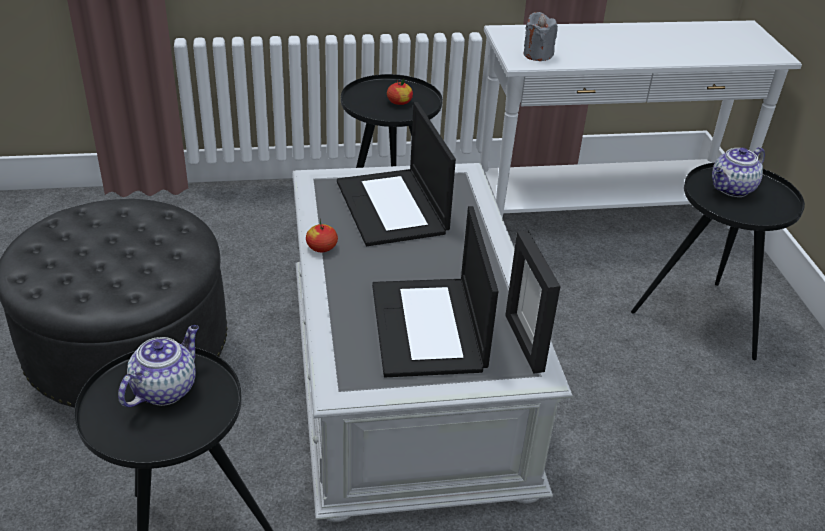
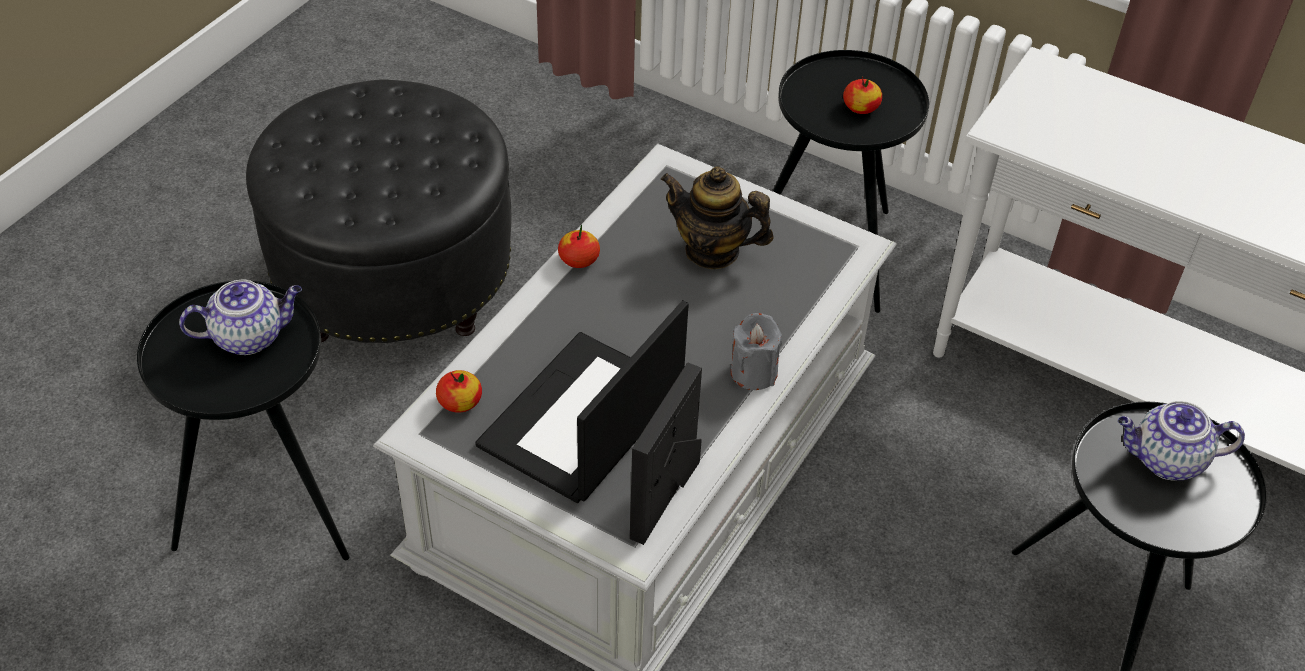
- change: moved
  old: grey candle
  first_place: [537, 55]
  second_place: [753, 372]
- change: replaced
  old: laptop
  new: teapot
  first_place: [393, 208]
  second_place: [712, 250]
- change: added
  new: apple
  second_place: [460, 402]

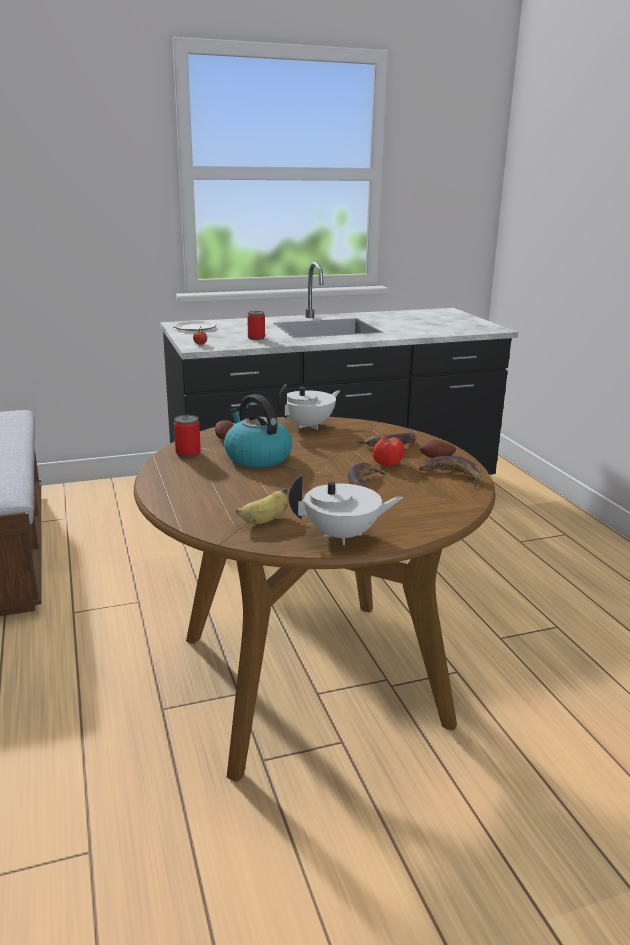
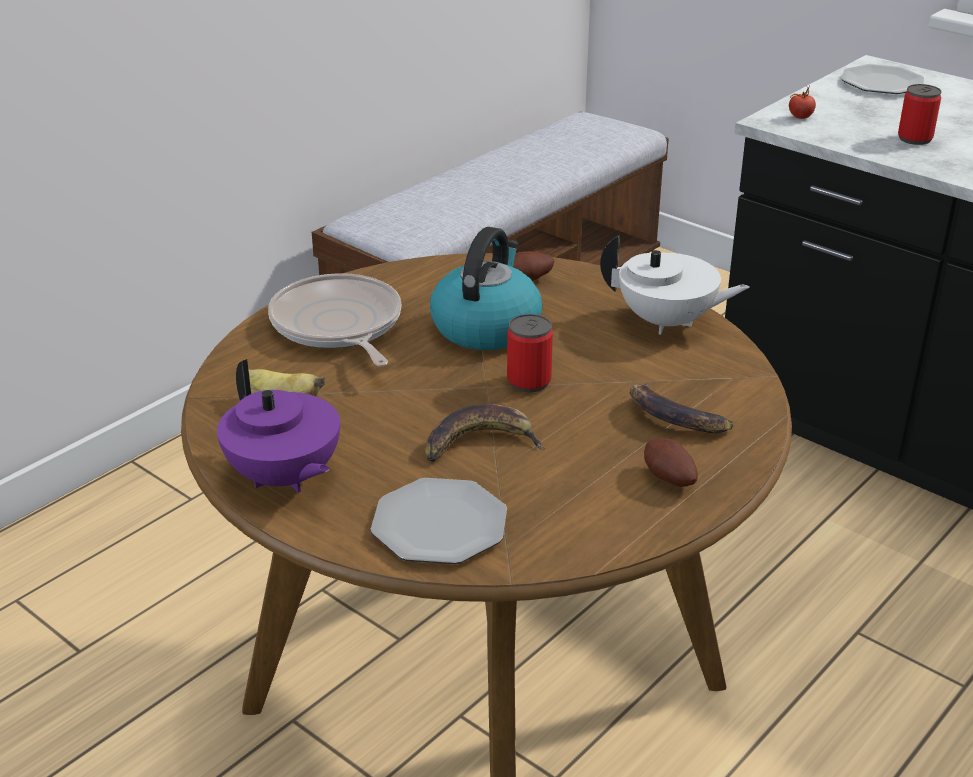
- change: moved
  old: can
  first_place: [188, 453]
  second_place: [529, 381]
- change: removed
  old: tomato
  first_place: [387, 463]
- change: removed
  old: banana
  first_place: [452, 476]
- change: recoloured
  old: white teapot
  new: purple teapot
  first_place: [343, 535]
  second_place: [284, 478]
- change: added
  new: frying pan
  second_place: [338, 326]
- change: added
  new: plate
  second_place: [440, 525]

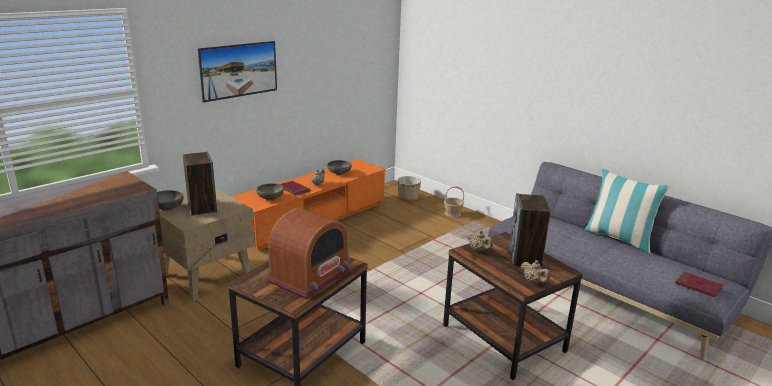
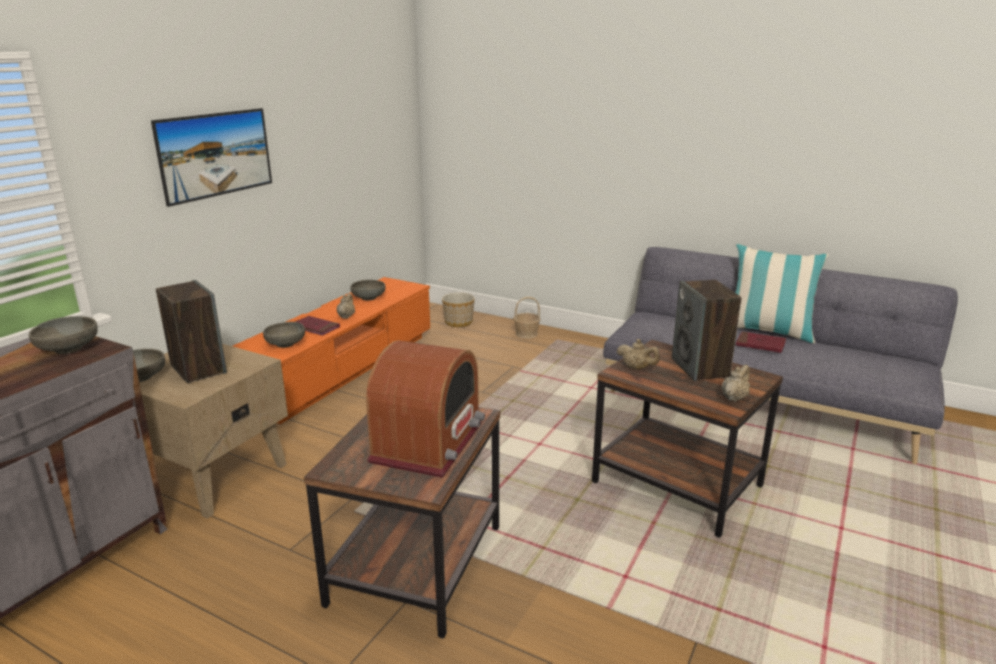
- change: turned
  old: beige teapot
  first_place: [534, 282]
  second_place: [734, 398]
  degrees: -90
- change: moved
  old: red book
  first_place: [698, 286]
  second_place: [760, 344]
- change: added
  new: grey bowl
  second_place: [68, 348]

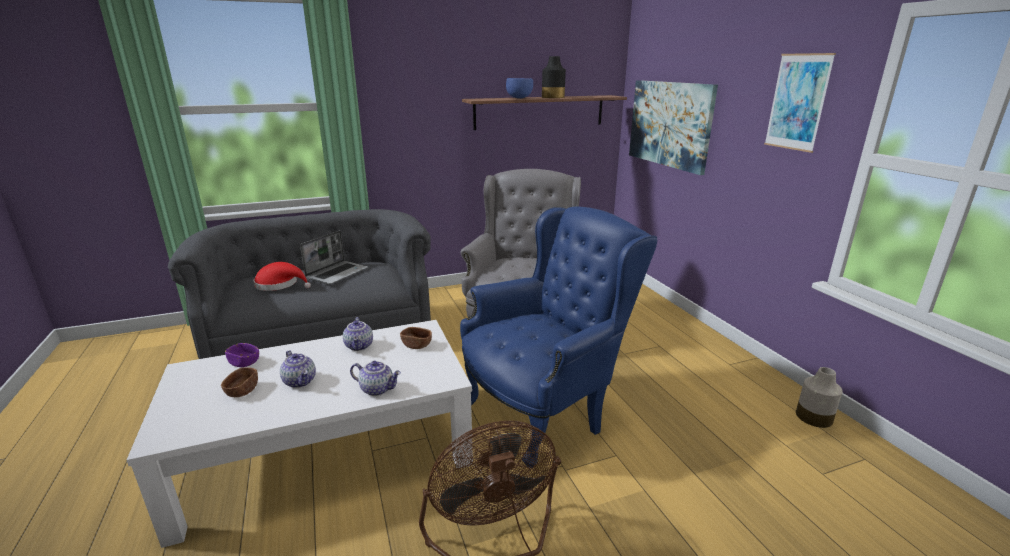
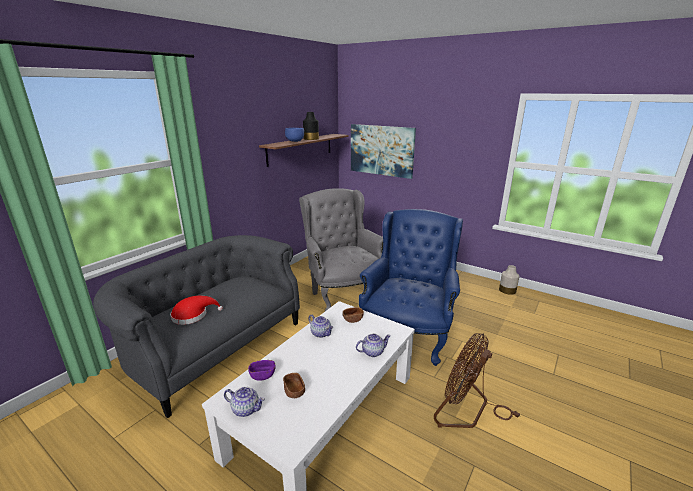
- change: removed
  old: picture
  first_place: [797, 102]
- change: removed
  old: laptop
  first_place: [337, 273]
- change: moved
  old: teapot
  first_place: [300, 381]
  second_place: [246, 409]

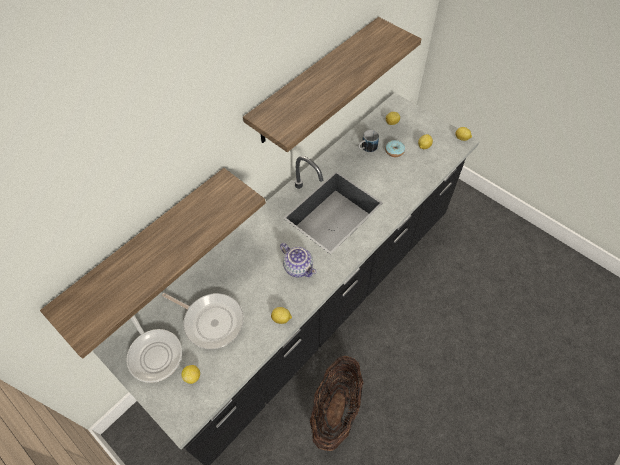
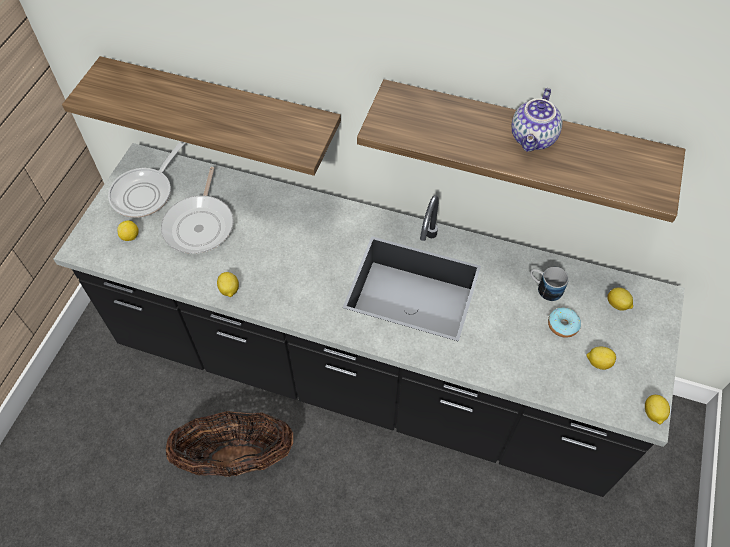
- change: moved
  old: teapot
  first_place: [299, 267]
  second_place: [534, 139]

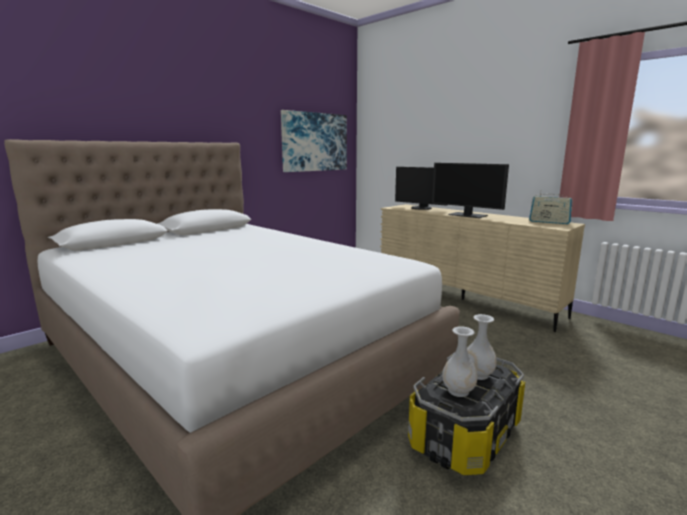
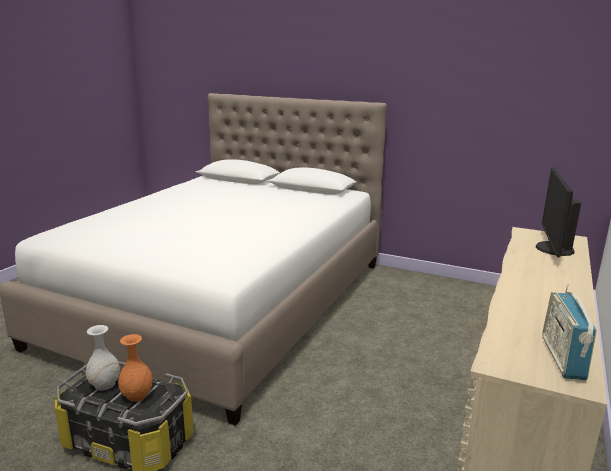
- change: removed
  old: picture
  first_place: [315, 142]
- change: removed
  old: monitor
  first_place: [468, 215]
- change: recoloured
  old: white vase
  new: orange vase
  first_place: [478, 374]
  second_place: [137, 395]

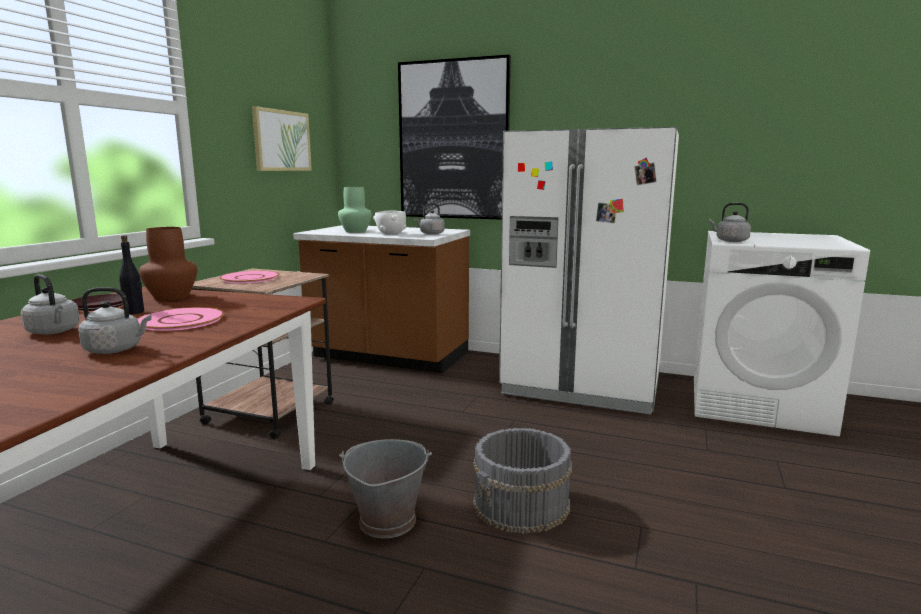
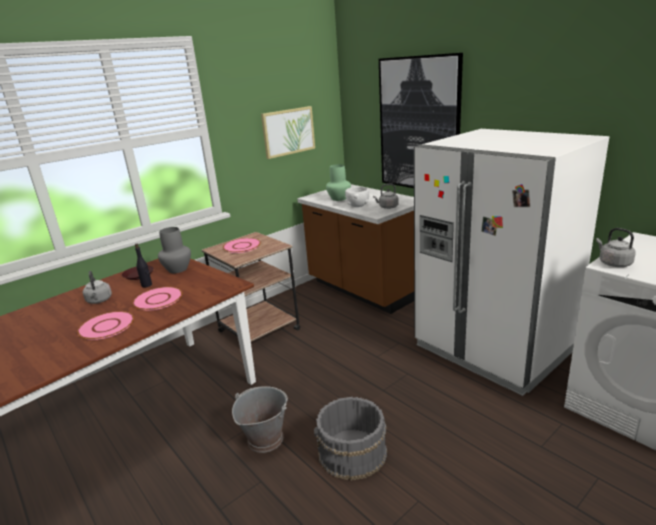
- change: recoloured
  old: brown vase
  new: grey vase
  first_place: [171, 297]
  second_place: [177, 269]
- change: replaced
  old: grey kettle
  new: pink plate
  first_place: [116, 350]
  second_place: [107, 326]

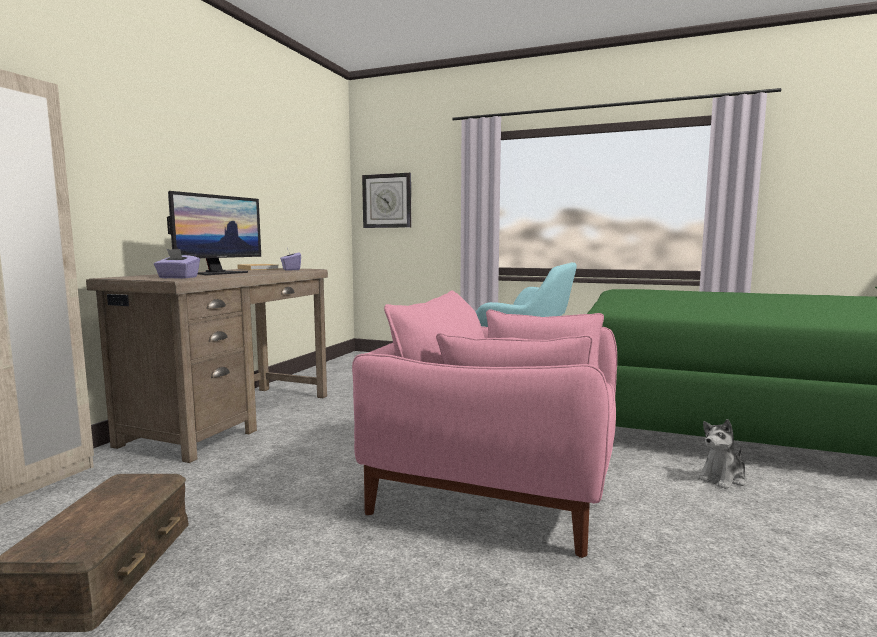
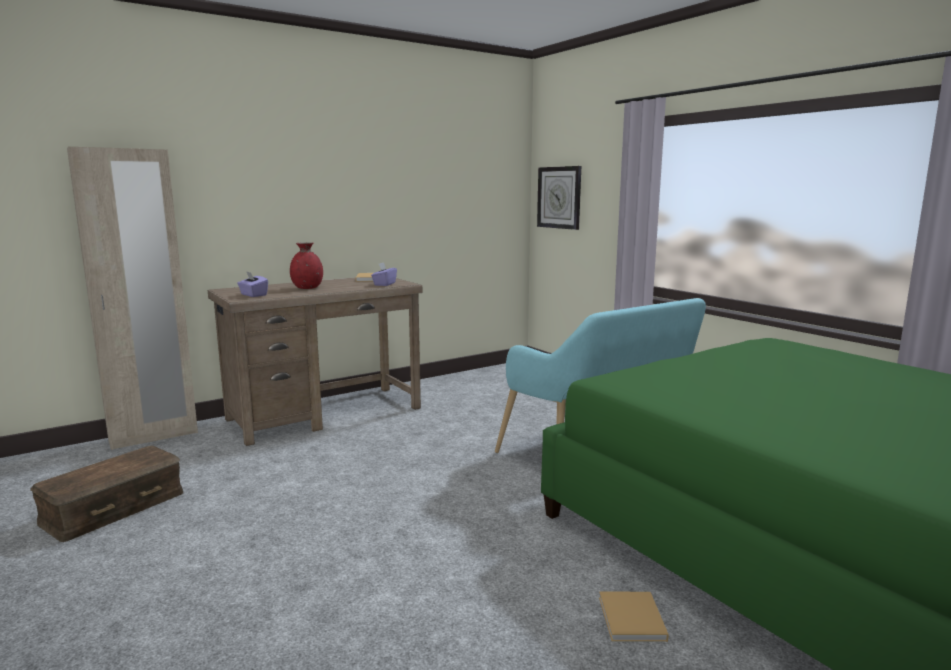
- change: replaced
  old: monitor
  new: red vase
  first_place: [219, 273]
  second_place: [307, 288]
- change: removed
  old: pink armchair
  first_place: [496, 483]
- change: replaced
  old: plush toy
  new: beige book
  first_place: [723, 478]
  second_place: [632, 620]

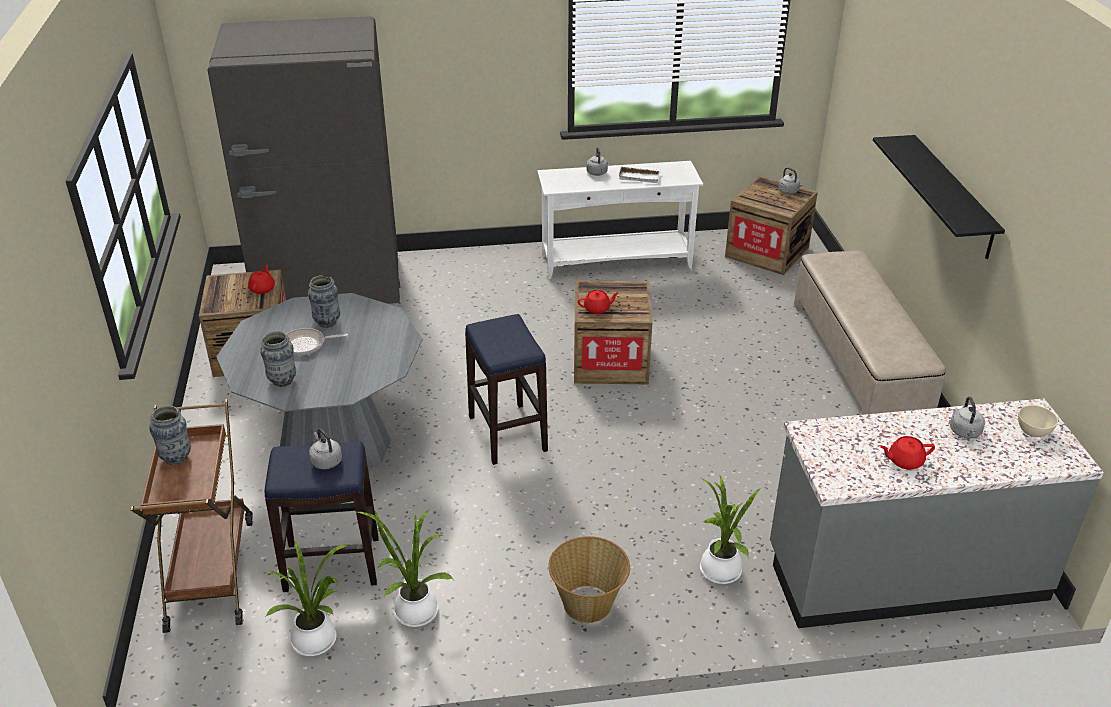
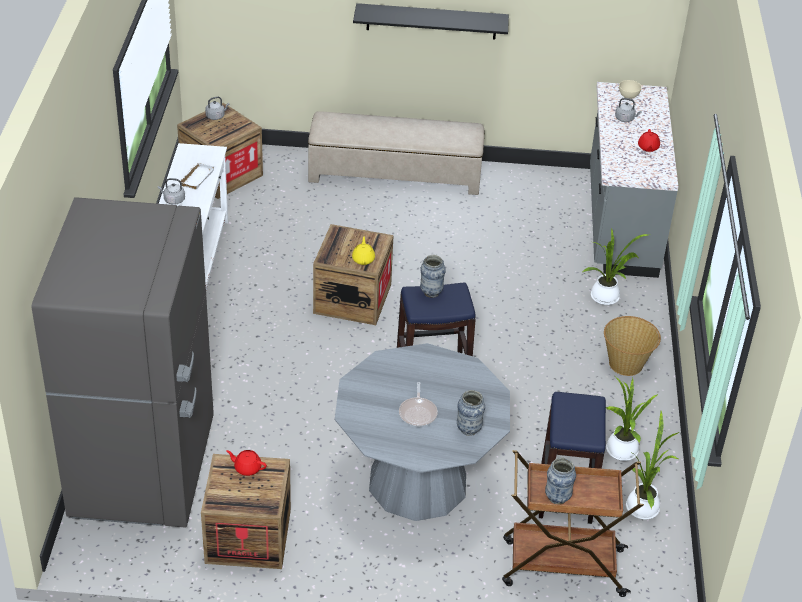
- change: moved
  old: vase
  first_place: [327, 322]
  second_place: [431, 292]
- change: recoloured
  old: red teapot
  new: yellow teapot
  first_place: [597, 309]
  second_place: [363, 259]
- change: removed
  old: grey kettle
  first_place: [326, 461]

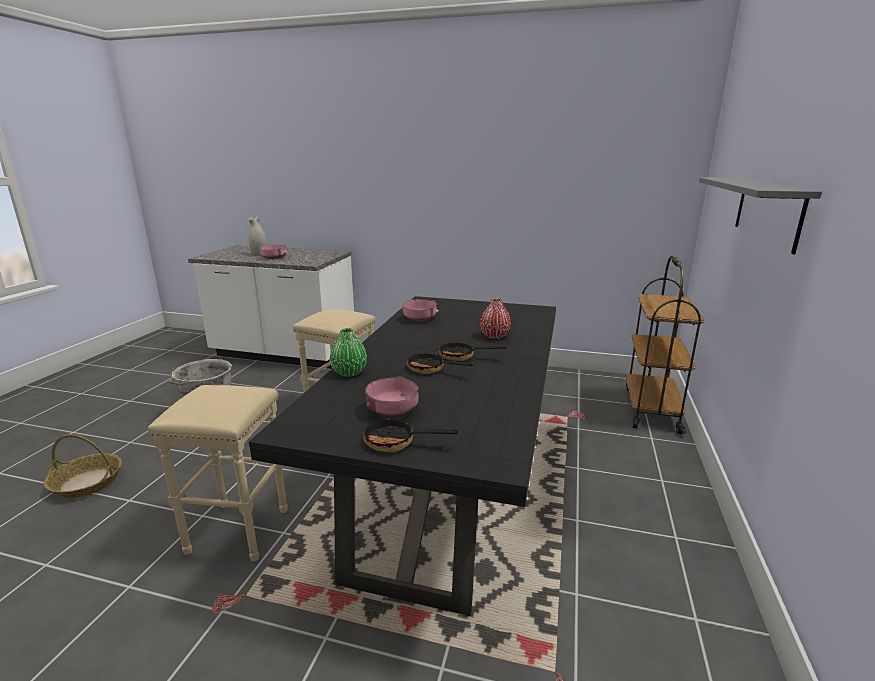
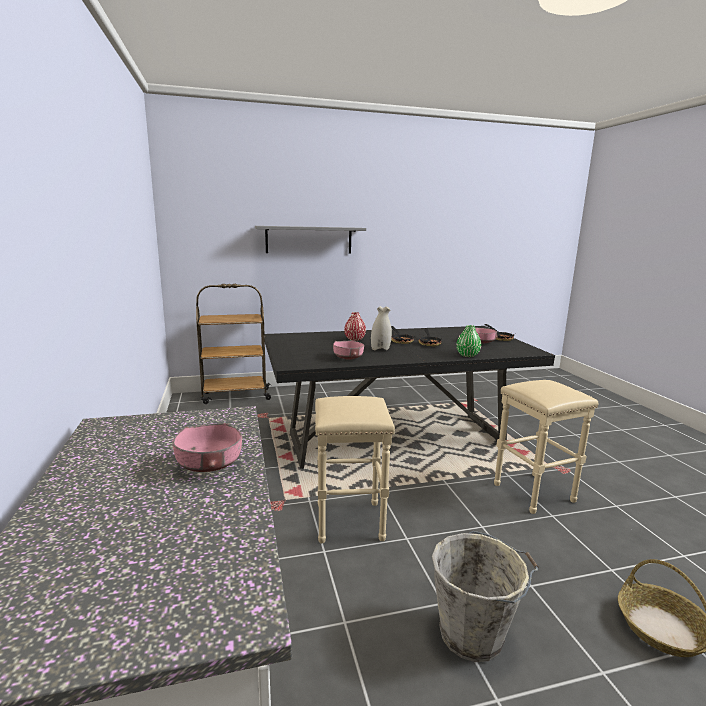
- change: moved
  old: white vase
  first_place: [259, 254]
  second_place: [380, 349]

